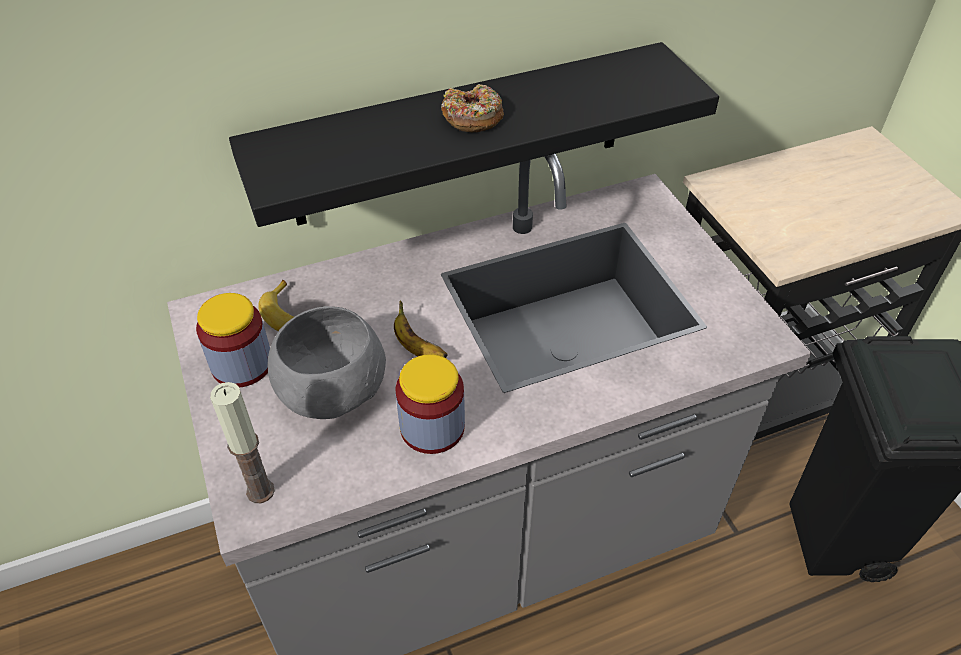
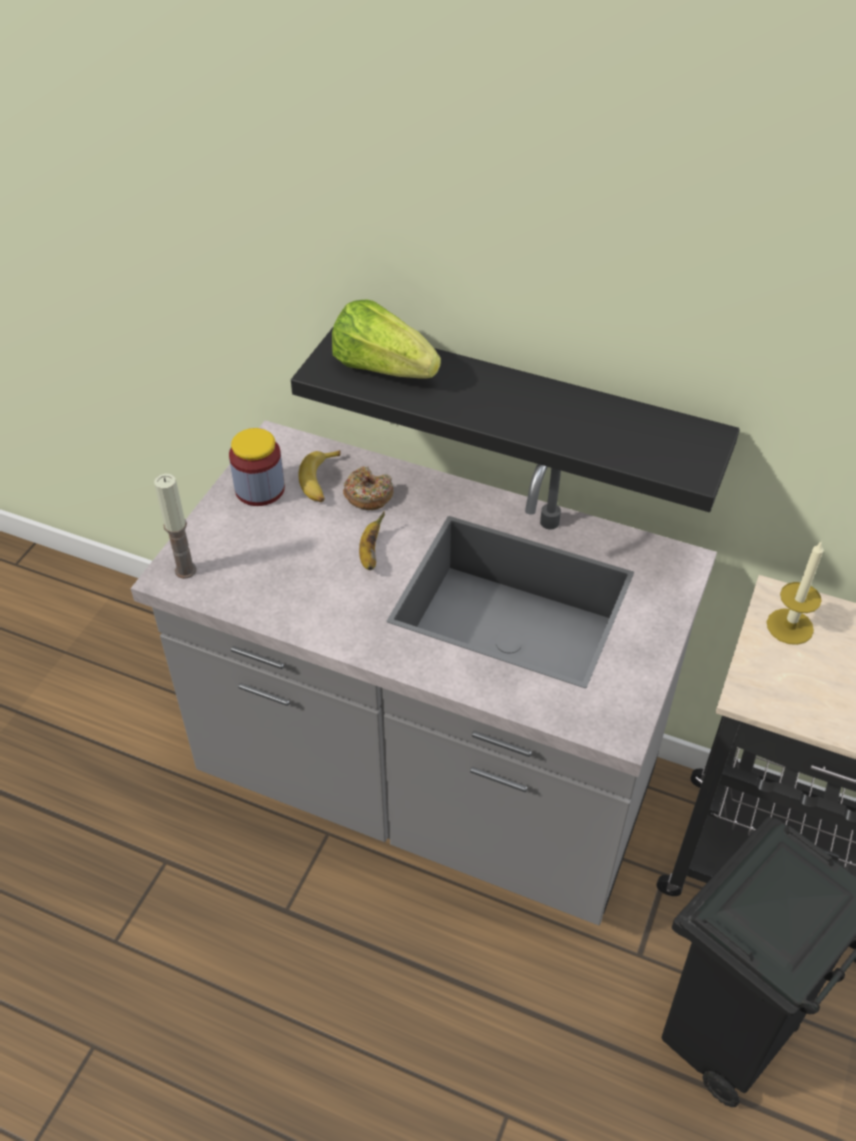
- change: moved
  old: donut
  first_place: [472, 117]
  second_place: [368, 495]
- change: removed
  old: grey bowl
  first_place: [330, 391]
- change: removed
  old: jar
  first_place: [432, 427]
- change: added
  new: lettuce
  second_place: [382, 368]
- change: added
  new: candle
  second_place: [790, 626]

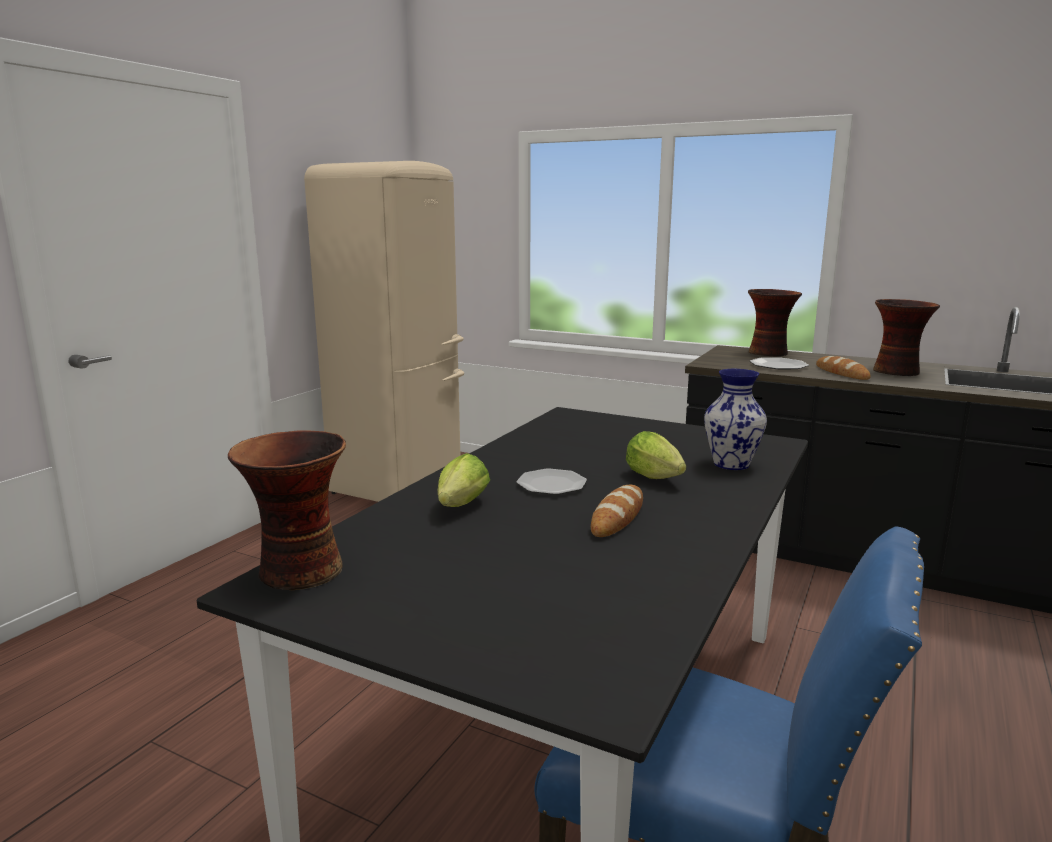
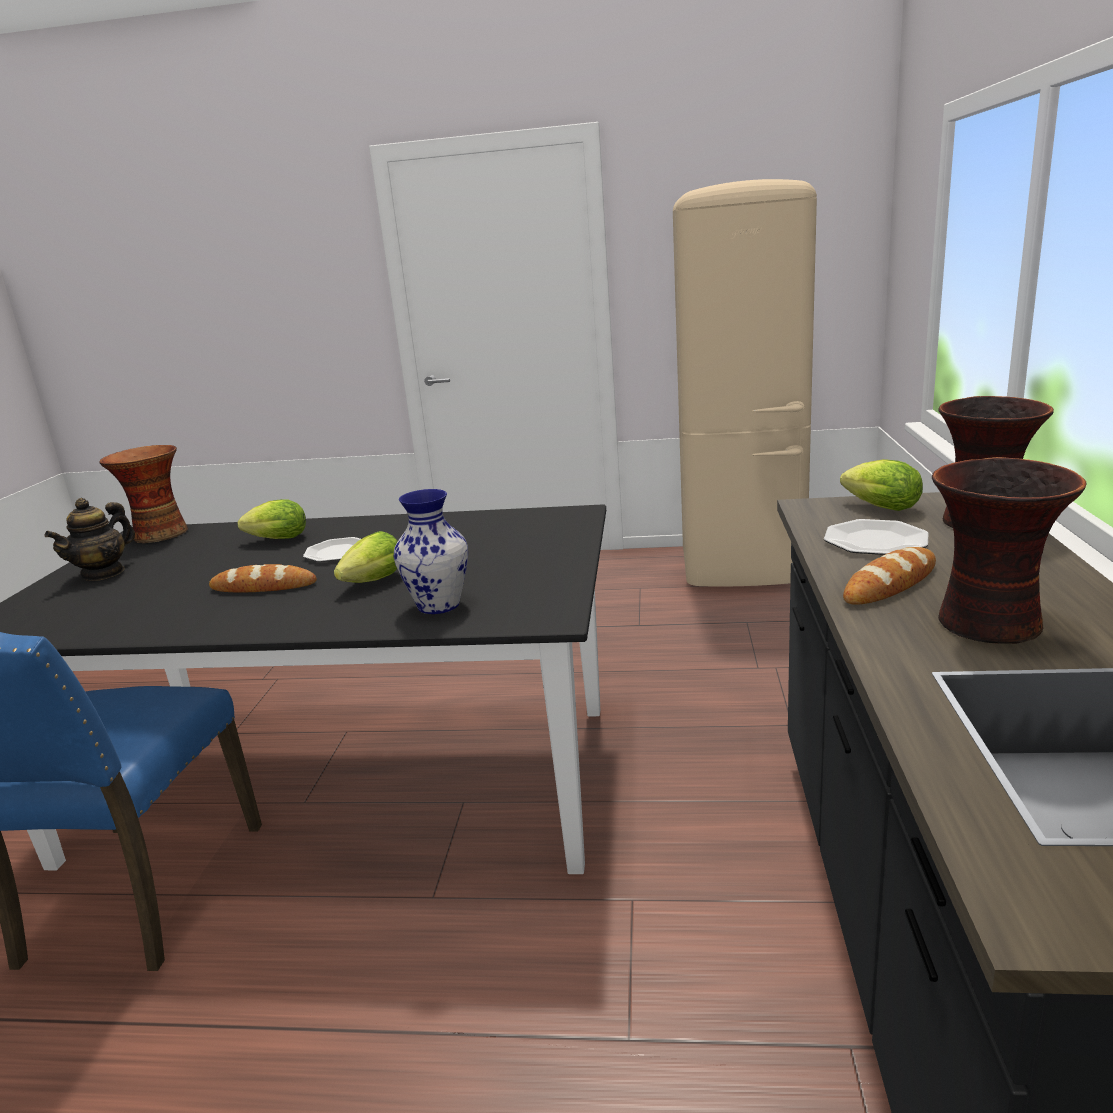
- change: added
  new: lettuce
  second_place: [877, 507]
- change: added
  new: teapot
  second_place: [103, 573]

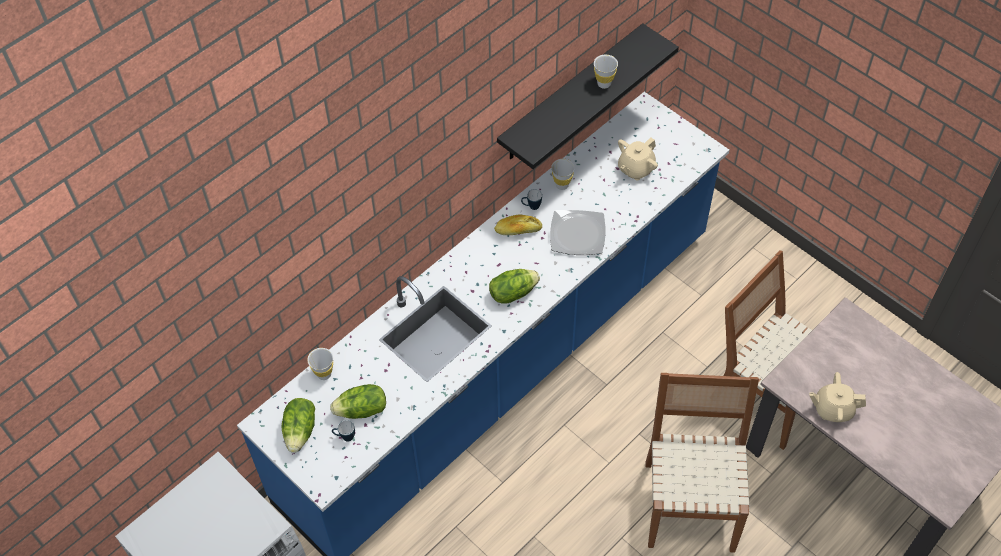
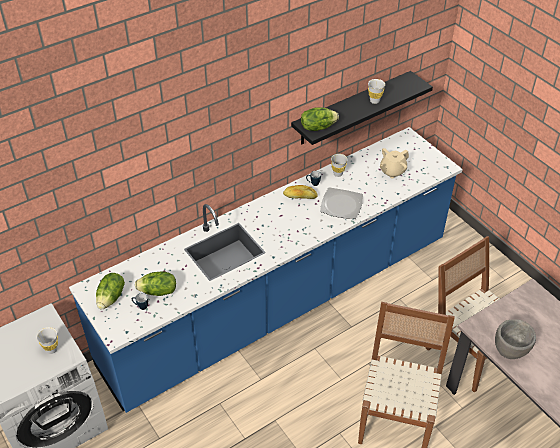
- change: moved
  old: lettuce
  first_place: [512, 293]
  second_place: [318, 127]
- change: moved
  old: white cup
  first_place: [324, 374]
  second_place: [52, 349]
- change: replaced
  old: beige teapot
  new: grey bowl
  first_place: [832, 409]
  second_place: [510, 352]

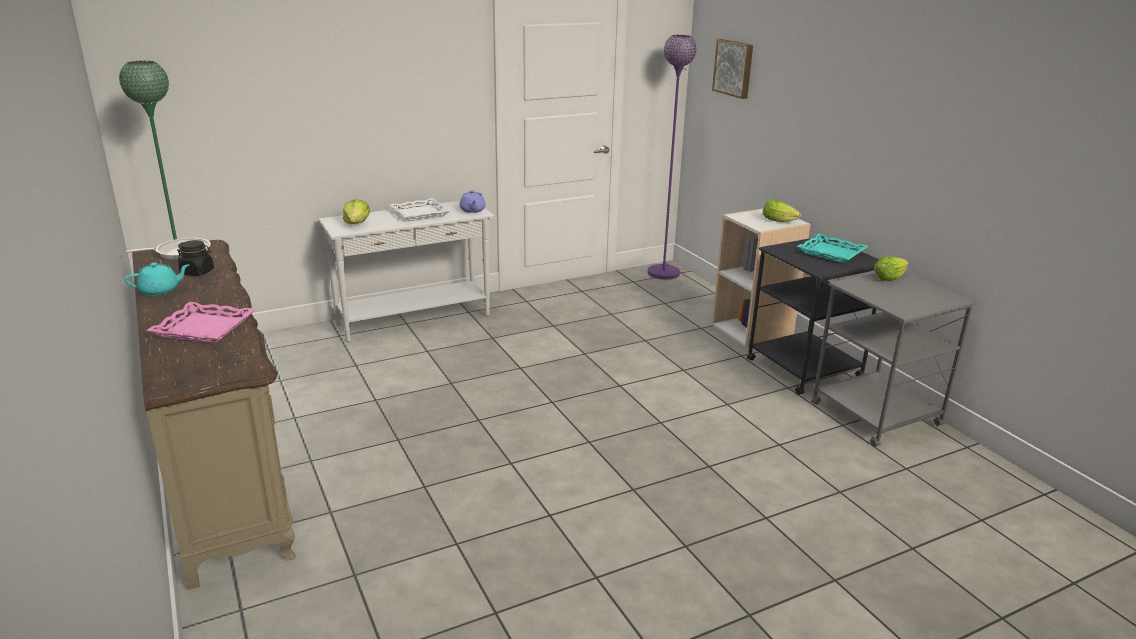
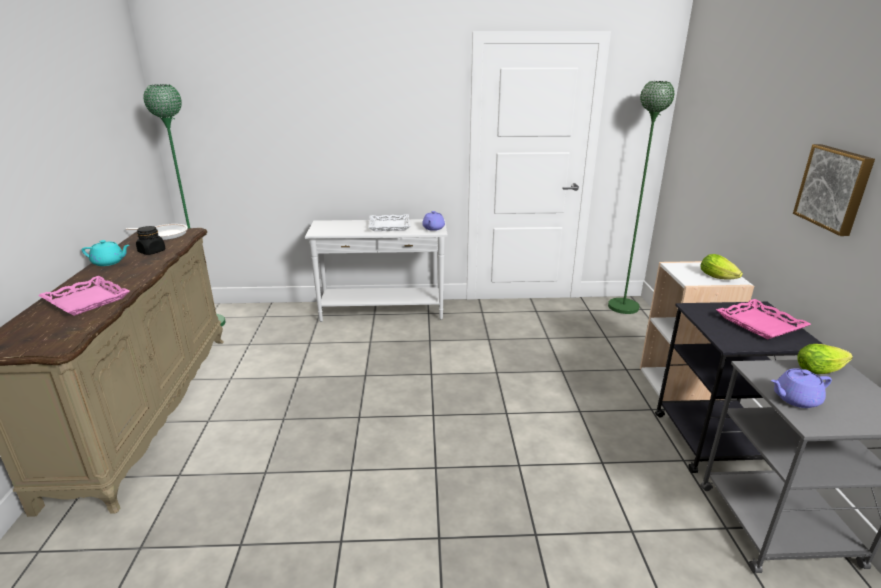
- change: recoloured
  old: purple floor lamp
  new: green floor lamp
  first_place: [663, 273]
  second_place: [623, 307]
- change: moved
  old: picture
  first_place: [734, 68]
  second_place: [834, 188]
- change: removed
  old: lettuce
  first_place: [356, 223]
- change: recoloured
  old: turquoise tray
  new: pink tray
  first_place: [831, 253]
  second_place: [759, 324]
- change: added
  new: purple teapot
  second_place: [795, 399]

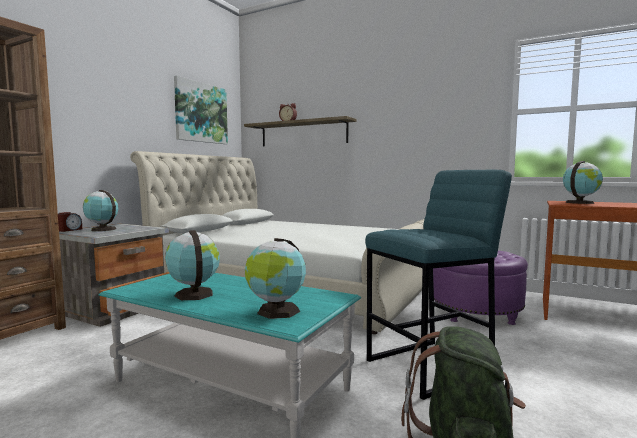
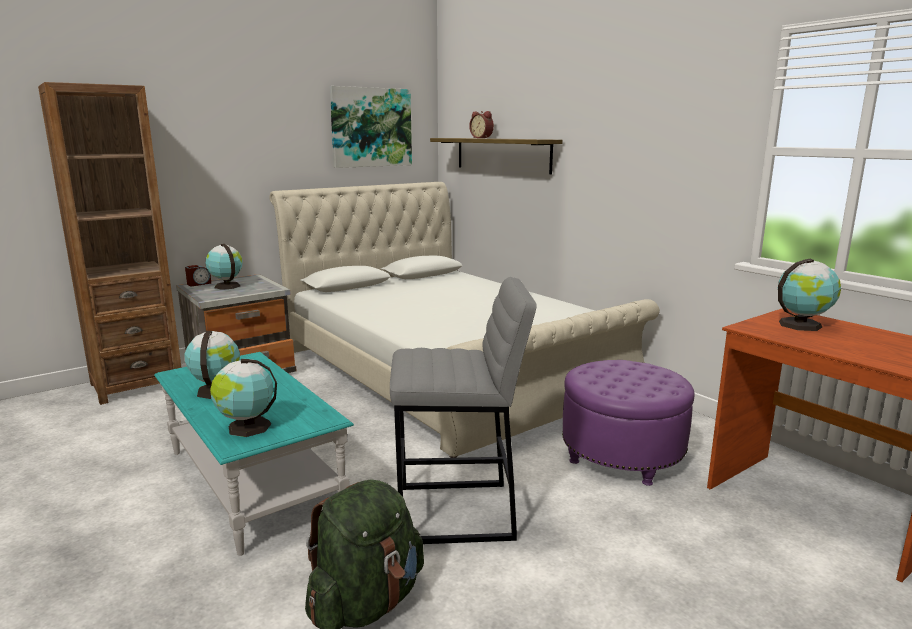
- change: recoloured
  old: turquoise stool
  new: grey stool
  first_place: [430, 366]
  second_place: [459, 512]

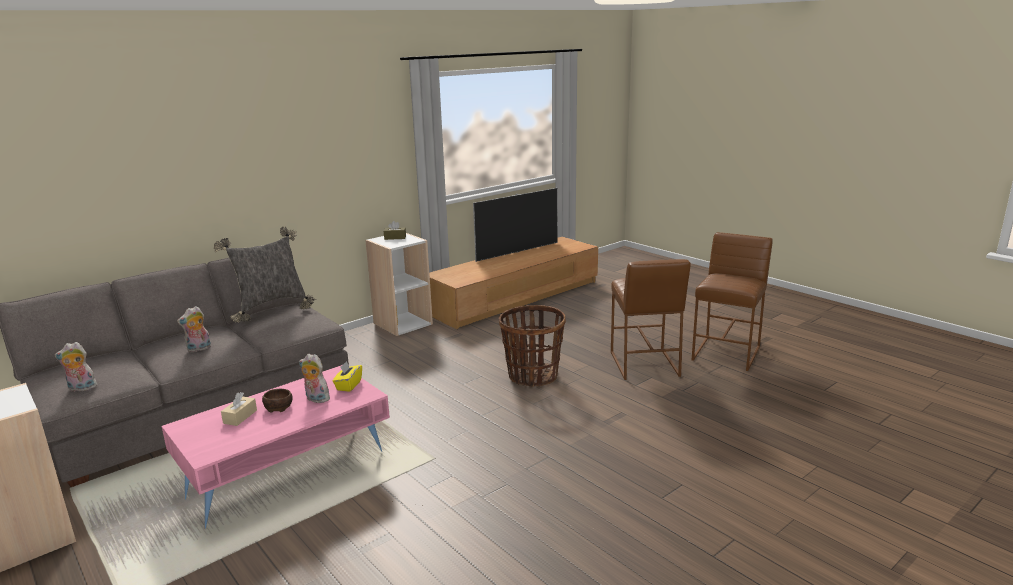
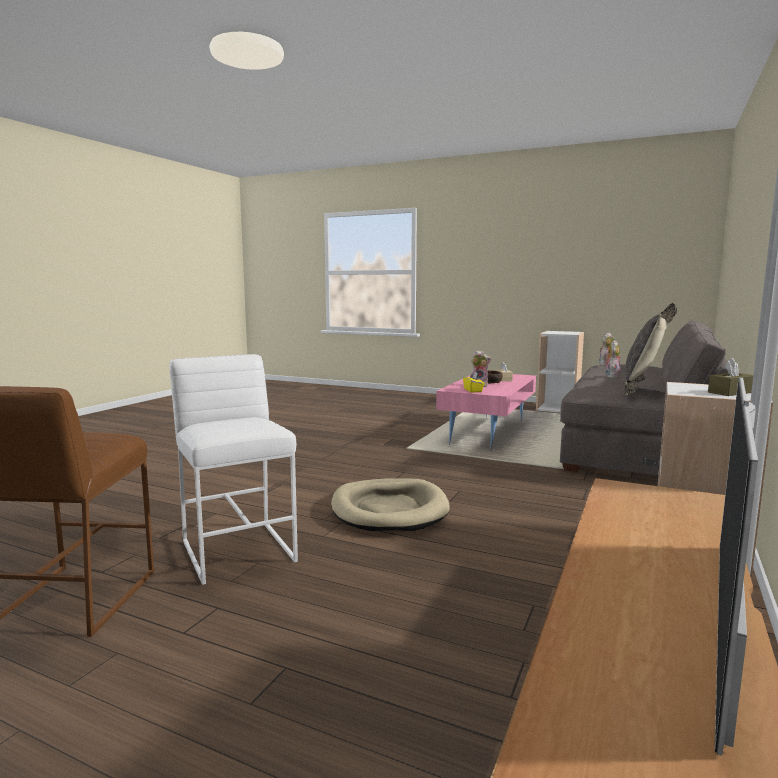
- change: recoloured
  old: brown stool
  new: white stool
  first_place: [644, 364]
  second_place: [238, 550]
- change: replaced
  old: basket
  new: beige dog bed
  first_place: [532, 376]
  second_place: [389, 510]

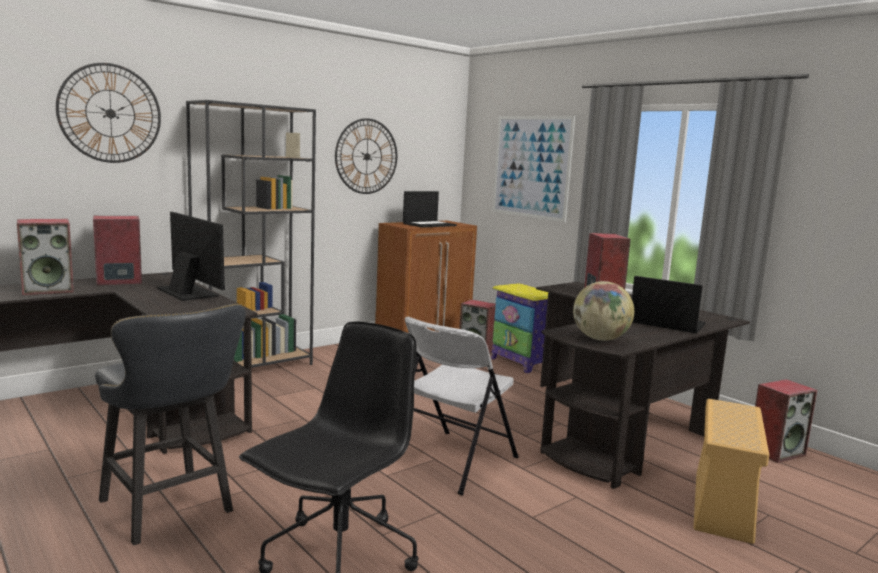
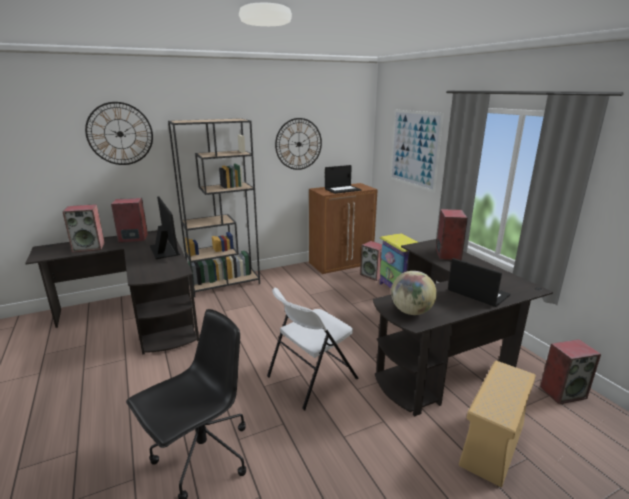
- change: removed
  old: grey stool
  first_place: [172, 512]

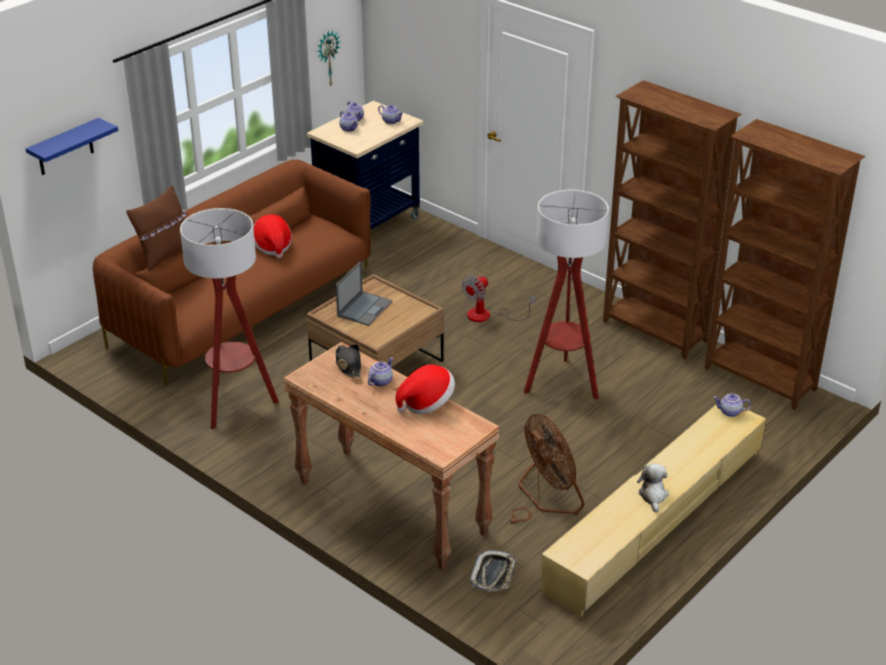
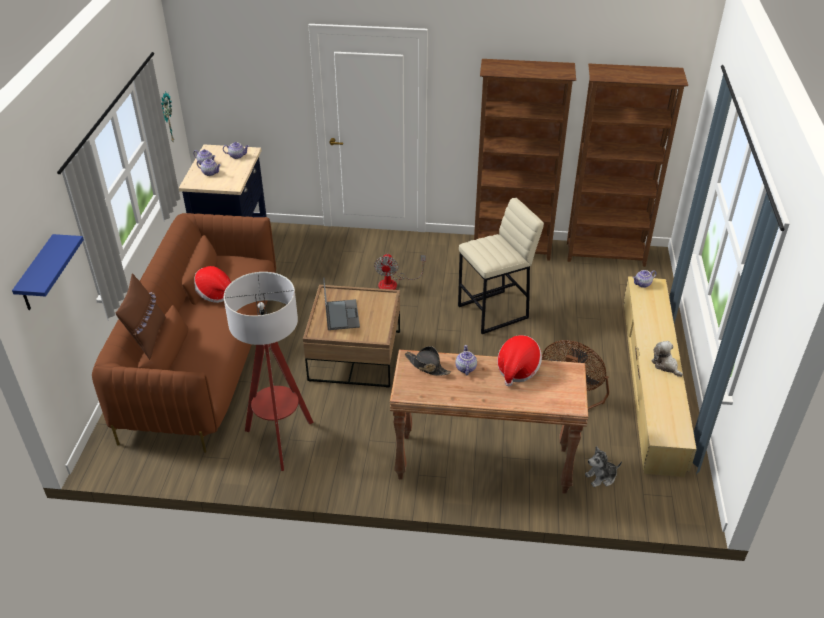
- change: replaced
  old: floor lamp
  new: beige stool
  first_place: [562, 383]
  second_place: [494, 311]
- change: replaced
  old: tray
  new: plush toy
  first_place: [493, 574]
  second_place: [601, 477]

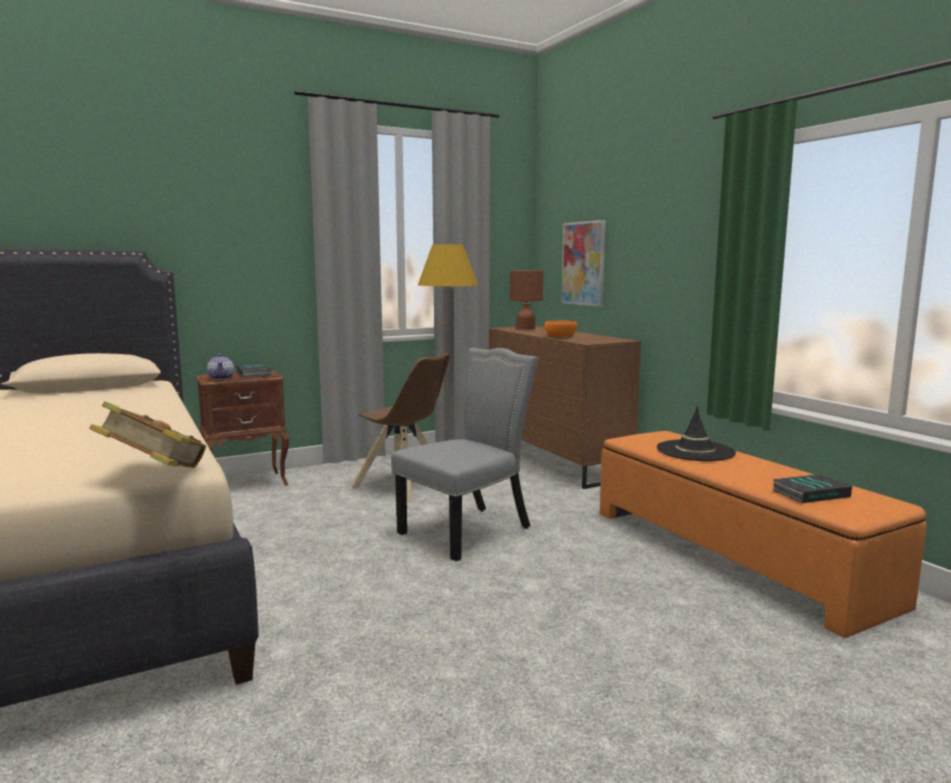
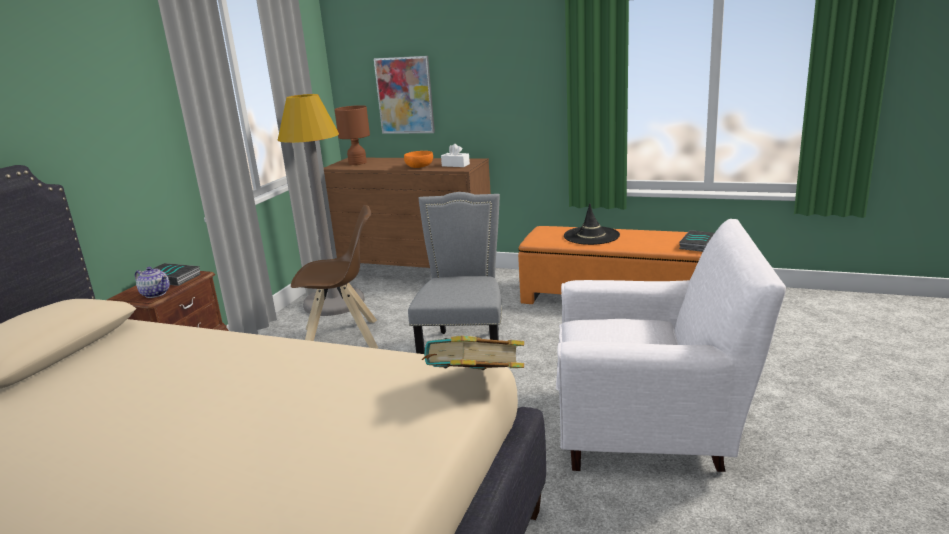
- change: added
  new: white tissue box
  second_place: [455, 165]
- change: added
  new: white armchair
  second_place: [650, 428]

